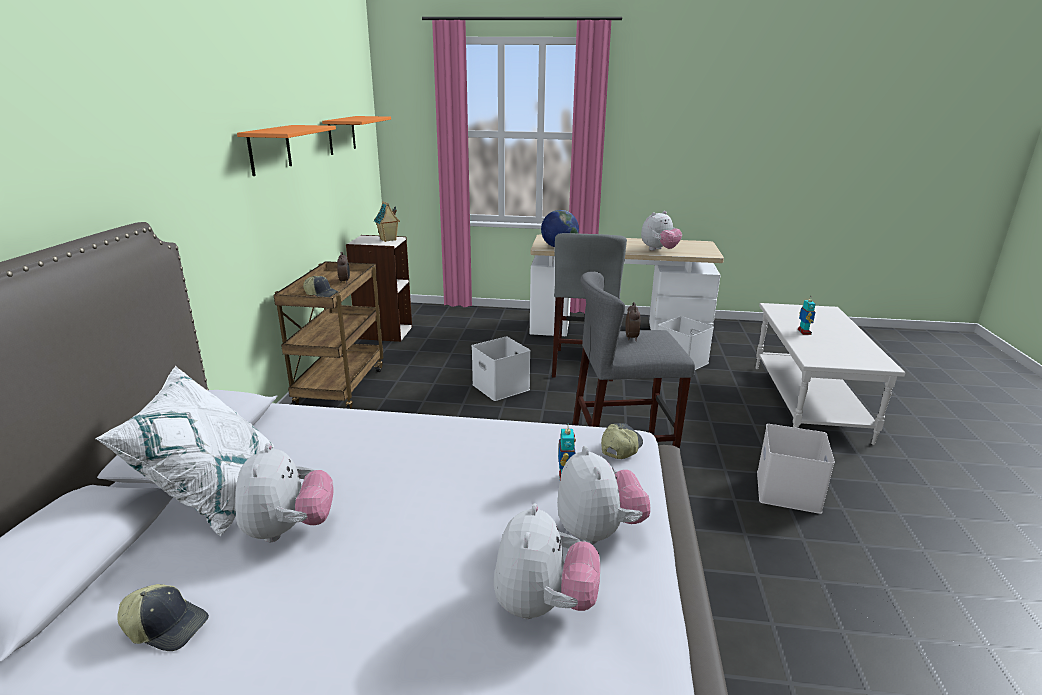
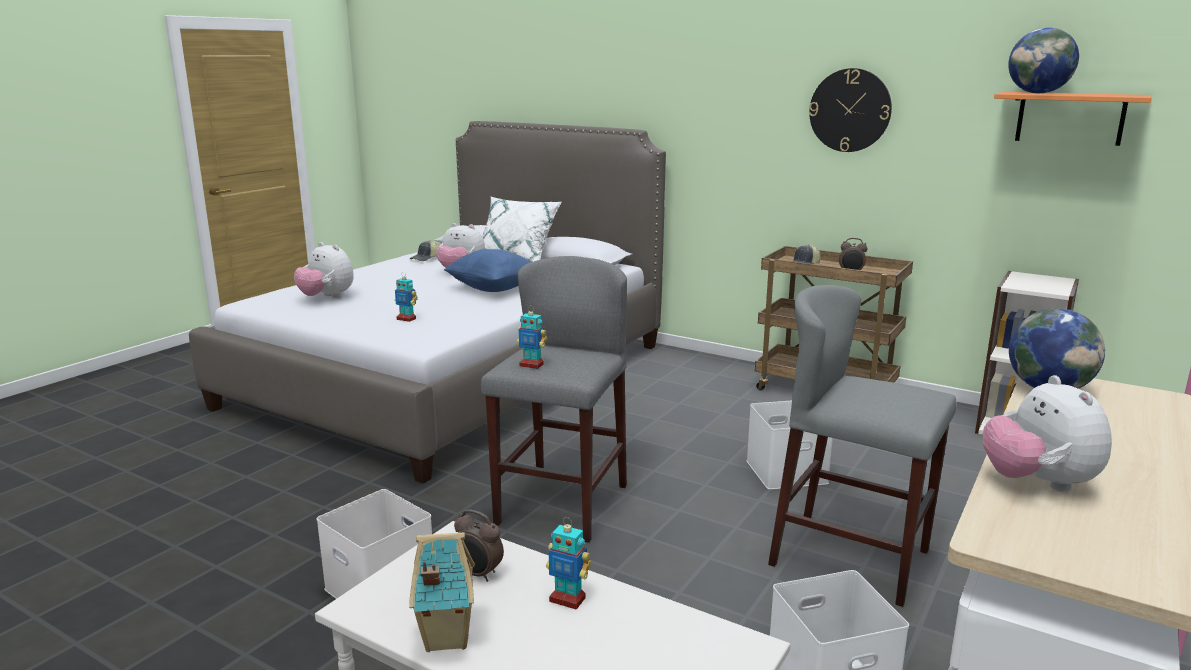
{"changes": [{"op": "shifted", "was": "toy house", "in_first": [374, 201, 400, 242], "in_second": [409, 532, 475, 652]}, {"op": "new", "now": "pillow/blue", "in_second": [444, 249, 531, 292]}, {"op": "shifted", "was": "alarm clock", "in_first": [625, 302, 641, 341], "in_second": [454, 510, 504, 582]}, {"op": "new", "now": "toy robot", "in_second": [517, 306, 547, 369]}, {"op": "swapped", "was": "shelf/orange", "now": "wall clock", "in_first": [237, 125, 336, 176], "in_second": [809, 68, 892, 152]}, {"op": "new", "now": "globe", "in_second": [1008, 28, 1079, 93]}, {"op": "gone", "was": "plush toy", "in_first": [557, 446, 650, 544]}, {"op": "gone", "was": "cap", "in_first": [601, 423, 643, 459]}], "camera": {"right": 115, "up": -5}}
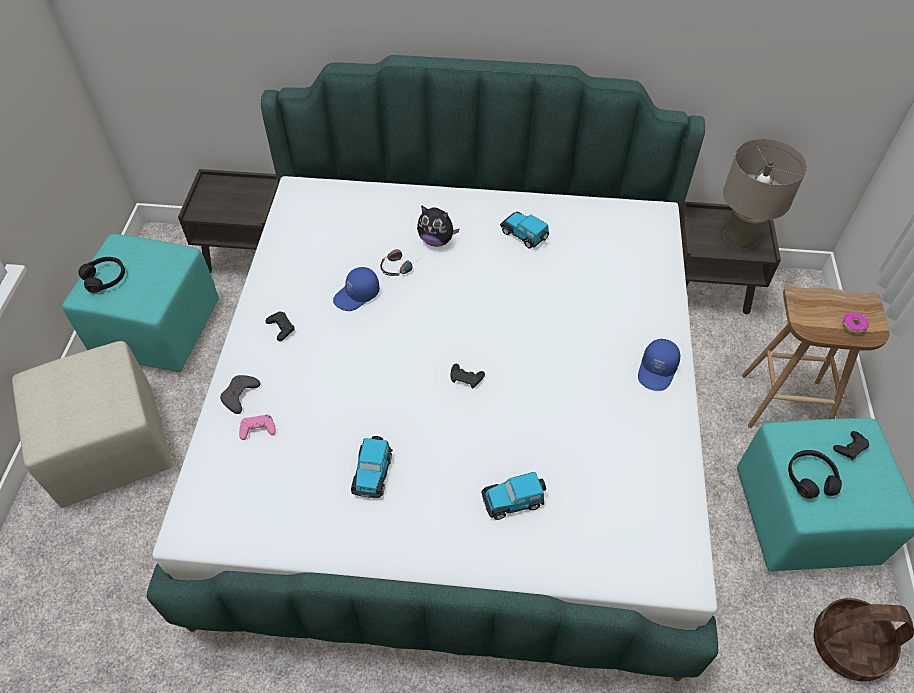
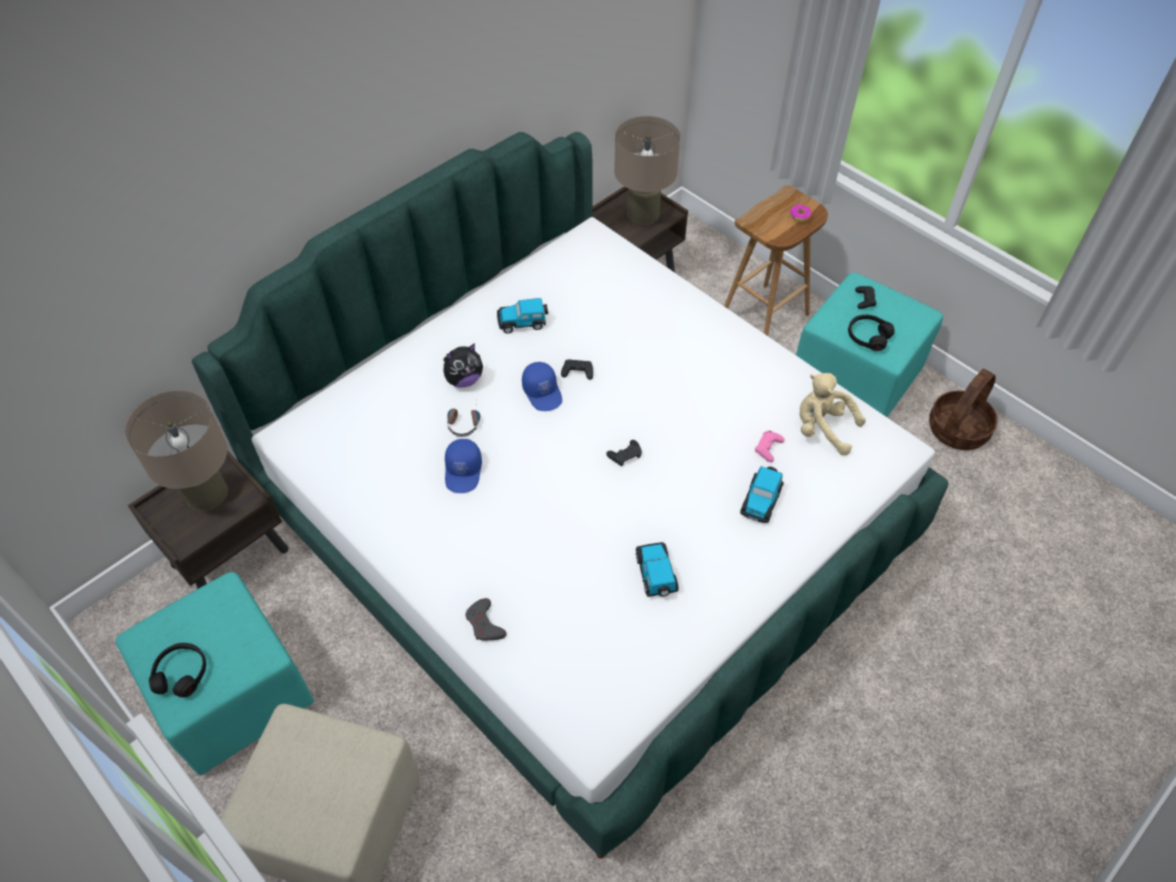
{"changes": [{"op": "new", "now": "table lamp/beige", "in_second": [125, 391, 228, 511]}, {"op": "shifted", "was": "cap/blue", "in_first": [638, 338, 680, 391], "in_second": [522, 362, 562, 411]}, {"op": "shifted", "was": "game controller/black", "in_first": [265, 312, 294, 341], "in_second": [561, 359, 593, 380]}, {"op": "rotated", "was": "toy car", "in_first": [351, 436, 393, 498], "in_second": [636, 542, 678, 597], "clockwise": -150}, {"op": "shifted", "was": "game controller/pink", "in_first": [239, 414, 276, 440], "in_second": [755, 431, 785, 462]}, {"op": "new", "now": "plush toy/beige", "in_second": [800, 373, 866, 455]}], "camera": {"right": -50, "up": 0}}
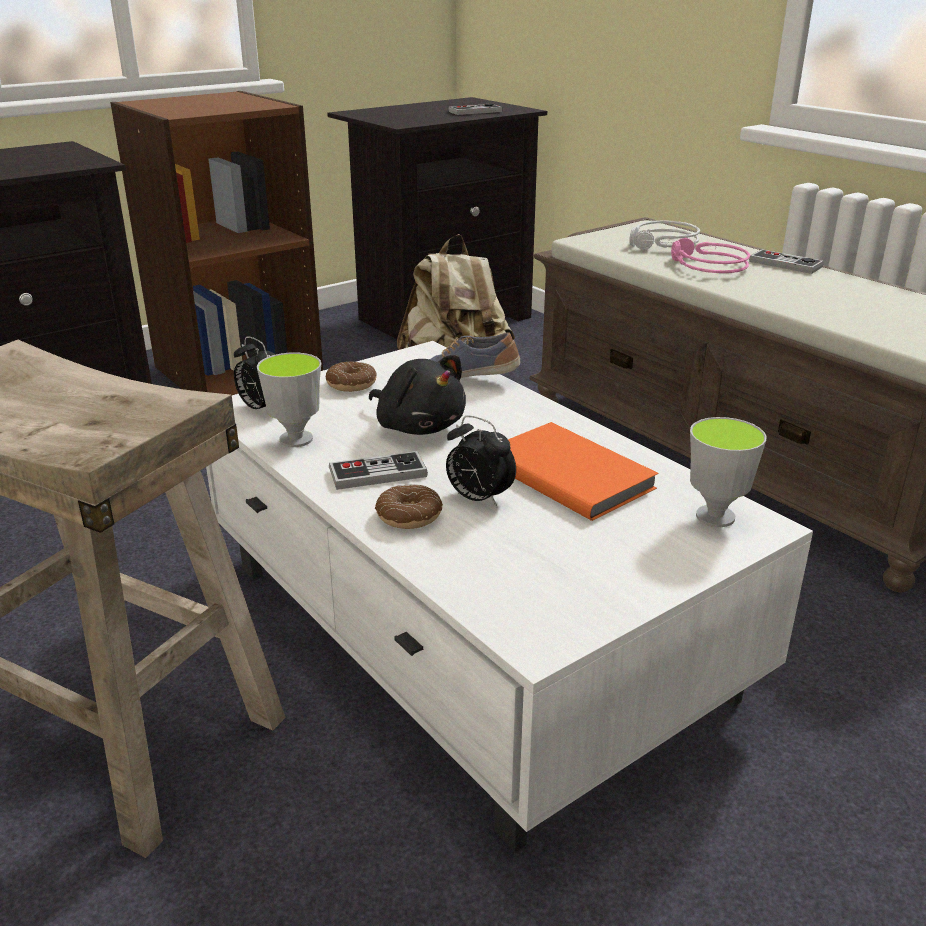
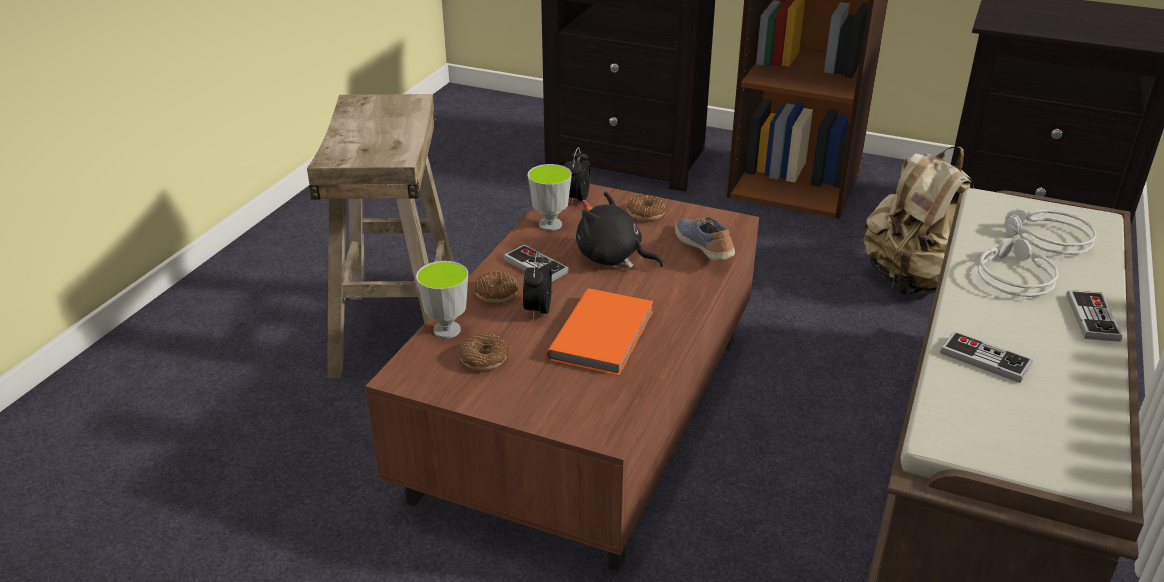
{"changes": [{"op": "repainted", "was": "coffee table/white", "now": "coffee table/brown", "in_first": [206, 341, 813, 852], "in_second": [365, 184, 759, 571]}, {"op": "shifted", "was": "cup", "in_first": [690, 417, 767, 527], "in_second": [416, 261, 468, 338]}, {"op": "new", "now": "donut", "in_second": [458, 333, 508, 371]}, {"op": "rotated", "was": "plush toy/black", "in_first": [369, 355, 466, 435], "in_second": [576, 191, 663, 268], "clockwise": 105}, {"op": "shifted", "was": "game controller", "in_first": [448, 104, 502, 115], "in_second": [940, 331, 1033, 383]}, {"op": "repainted", "was": "headphones/pink", "now": "headphones/grey", "in_first": [671, 238, 750, 273], "in_second": [973, 238, 1058, 297]}], "camera": {"right": 60, "up": 5}}
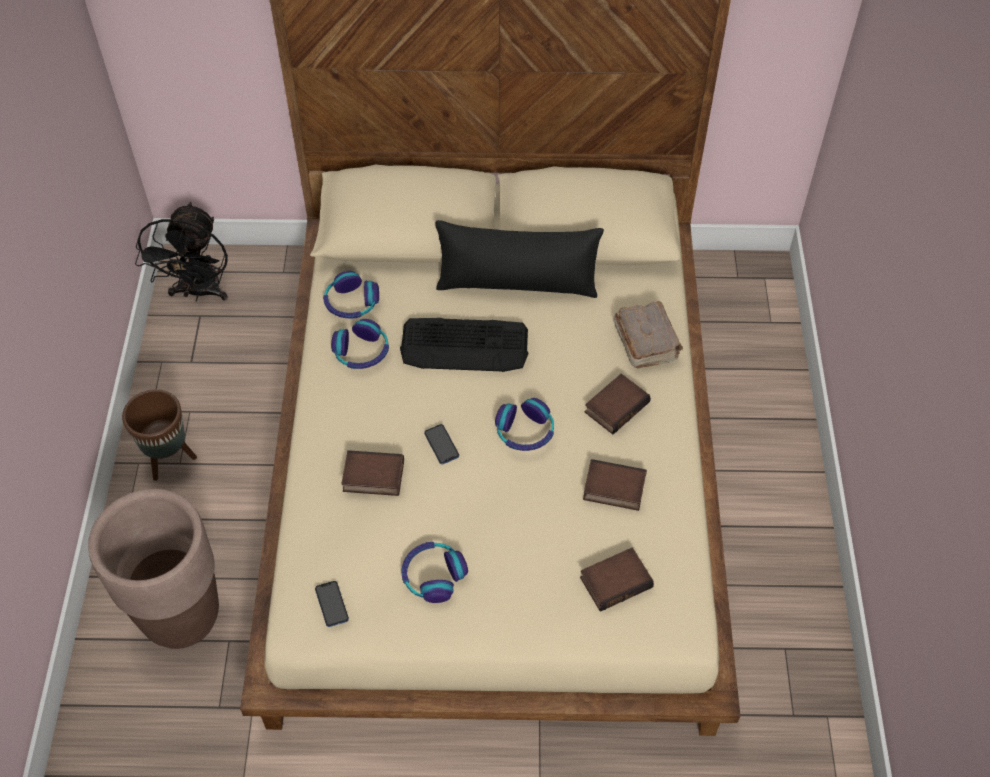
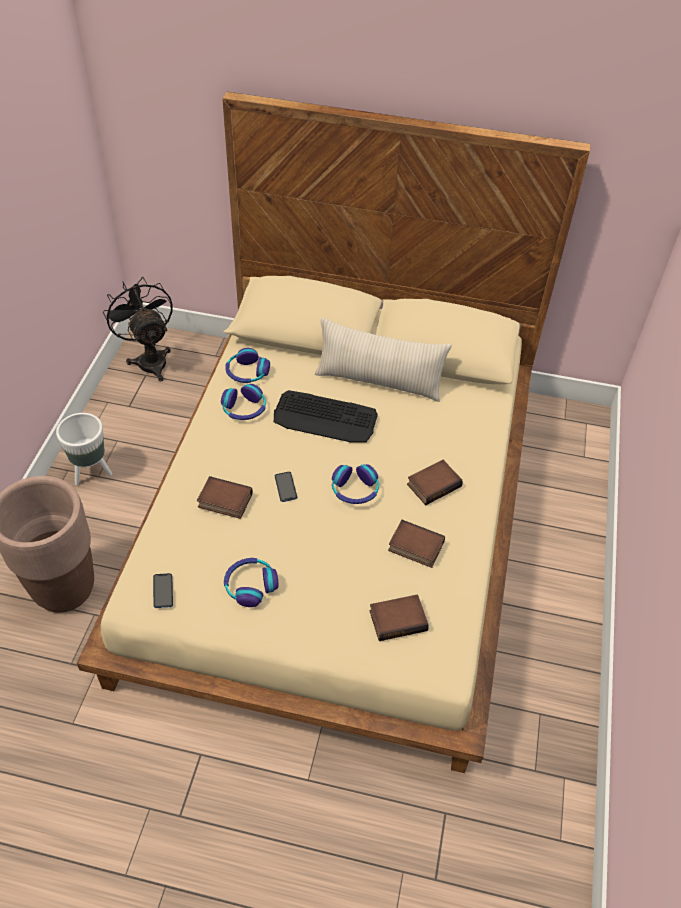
{"changes": [{"op": "repainted", "was": "planter/brown", "now": "planter/white", "in_first": [122, 389, 197, 481], "in_second": [56, 413, 112, 485]}, {"op": "rotated", "was": "fan/black", "in_first": [135, 202, 228, 302], "in_second": [103, 277, 173, 381], "clockwise": 135}, {"op": "repainted", "was": "pillow/black", "now": "pillow/beige", "in_first": [435, 220, 604, 298], "in_second": [315, 318, 452, 402]}, {"op": "gone", "was": "book/brown", "in_first": [613, 301, 683, 368]}], "camera": {"right": 10, "up": -5}}
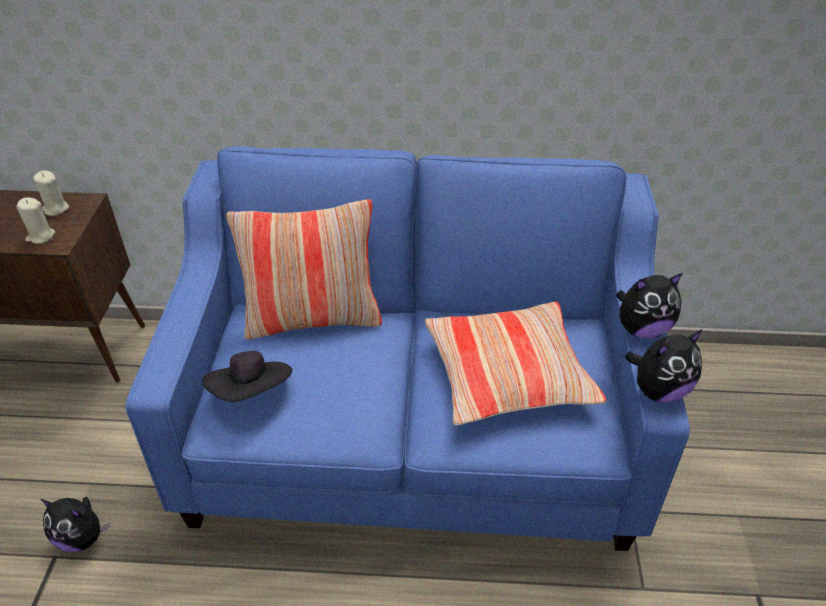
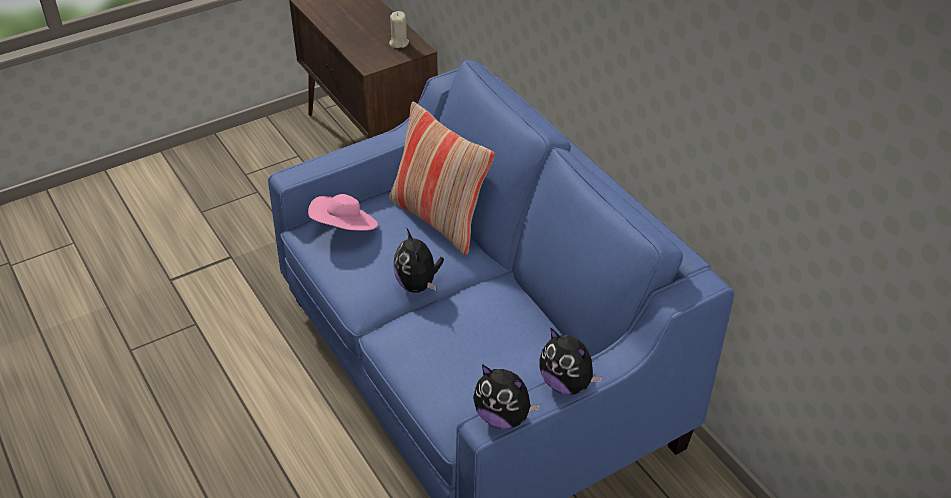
{"changes": [{"op": "repainted", "was": "hat/black", "now": "hat/pink", "in_first": [202, 351, 292, 402], "in_second": [308, 194, 378, 231]}, {"op": "shifted", "was": "plush toy", "in_first": [41, 497, 111, 552], "in_second": [393, 229, 444, 293]}, {"op": "gone", "was": "candle/beige", "in_first": [16, 197, 55, 244]}, {"op": "gone", "was": "pillow", "in_first": [425, 301, 606, 425]}], "camera": {"right": 55, "up": 0}}
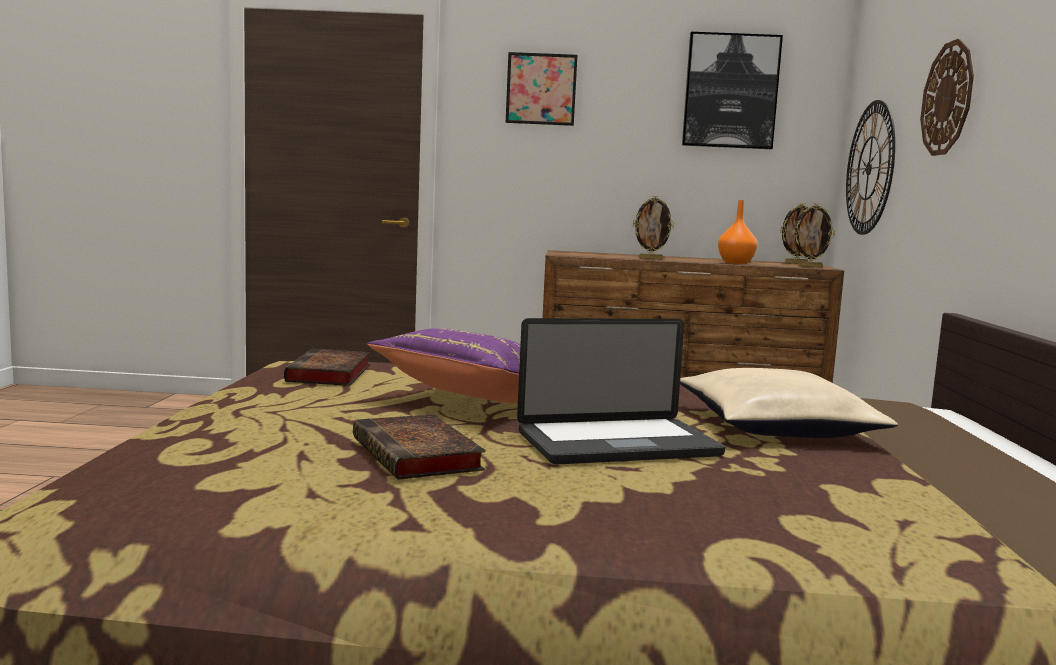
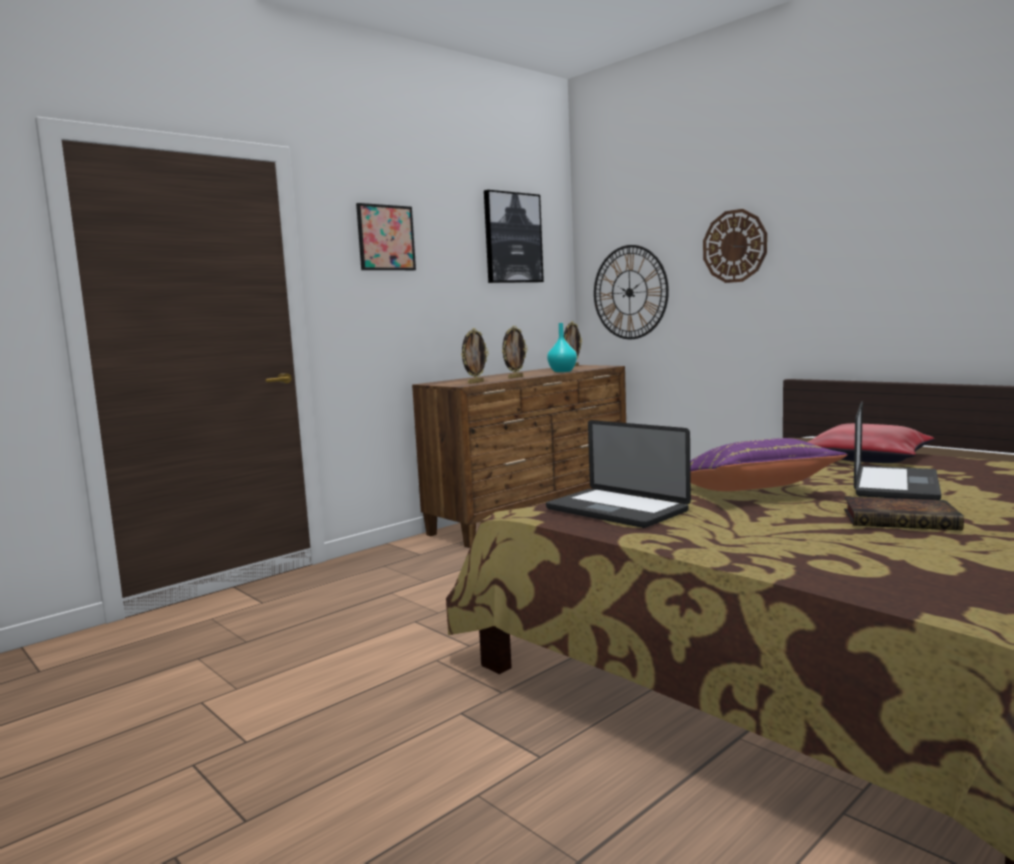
{"changes": [{"op": "shifted", "was": "picture frame", "in_first": [793, 203, 835, 268], "in_second": [461, 328, 489, 384]}, {"op": "swapped", "was": "book", "now": "laptop", "in_first": [284, 349, 370, 386], "in_second": [546, 420, 691, 528]}, {"op": "repainted", "was": "vase/orange", "now": "vase/turquoise", "in_first": [718, 200, 757, 264], "in_second": [547, 323, 577, 372]}, {"op": "repainted", "was": "pillow/beige", "now": "pillow/red", "in_first": [680, 368, 898, 438], "in_second": [808, 423, 935, 463]}], "camera": {"right": -45, "up": 0}}
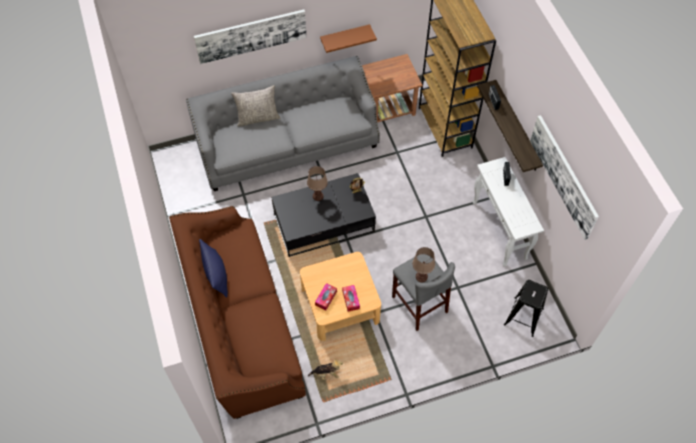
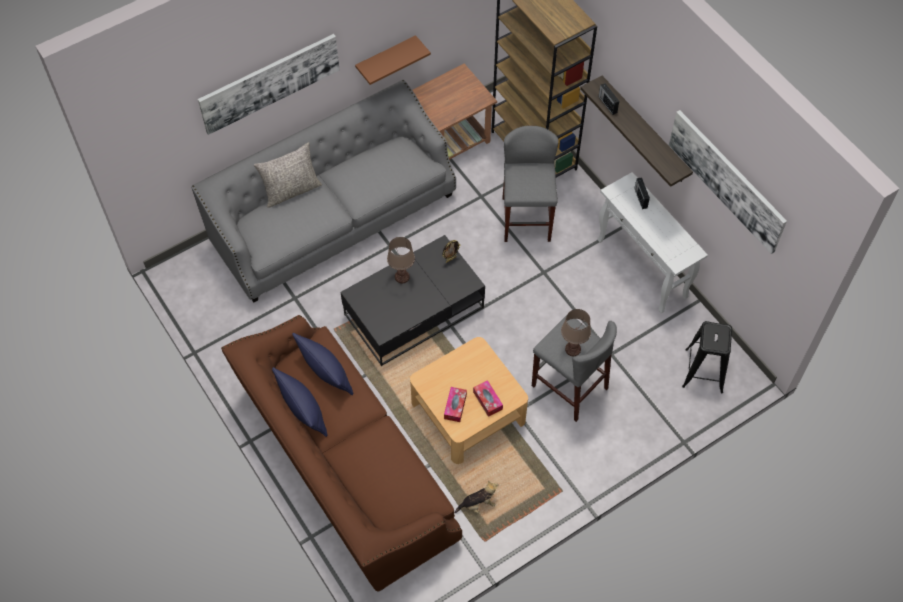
{"changes": [{"op": "new", "now": "pillow/blue", "in_second": [292, 333, 354, 395]}, {"op": "new", "now": "stool/grey", "in_second": [502, 126, 559, 242]}], "camera": {"right": -15, "up": 0}}
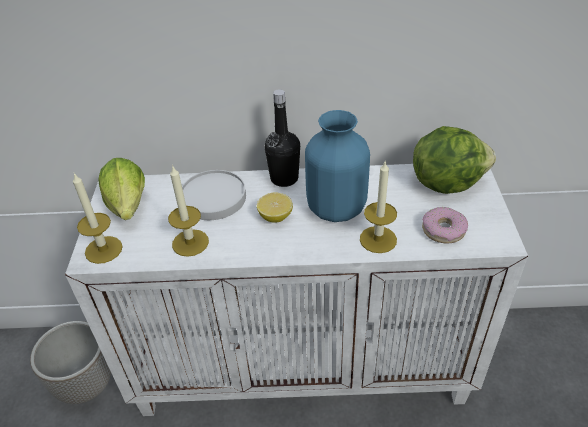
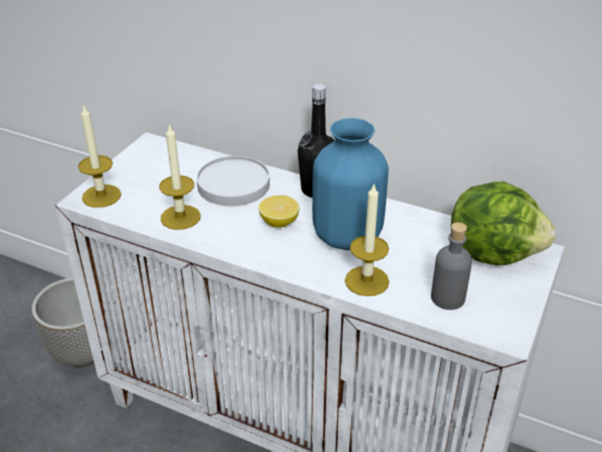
{"changes": [{"op": "swapped", "was": "donut", "now": "bottle/grey", "in_first": [422, 207, 468, 244], "in_second": [431, 222, 472, 310]}, {"op": "gone", "was": "lettuce", "in_first": [98, 158, 145, 220]}], "camera": {"right": 25, "up": -5}}
